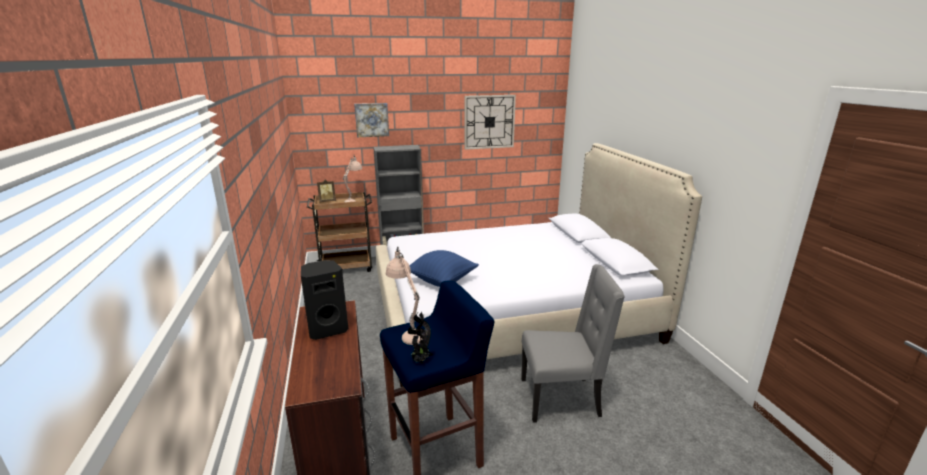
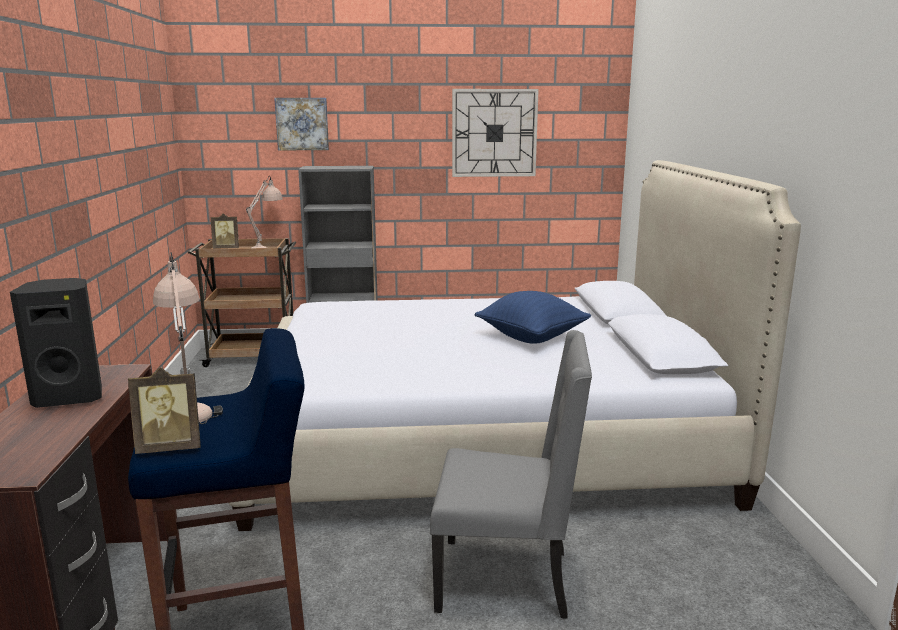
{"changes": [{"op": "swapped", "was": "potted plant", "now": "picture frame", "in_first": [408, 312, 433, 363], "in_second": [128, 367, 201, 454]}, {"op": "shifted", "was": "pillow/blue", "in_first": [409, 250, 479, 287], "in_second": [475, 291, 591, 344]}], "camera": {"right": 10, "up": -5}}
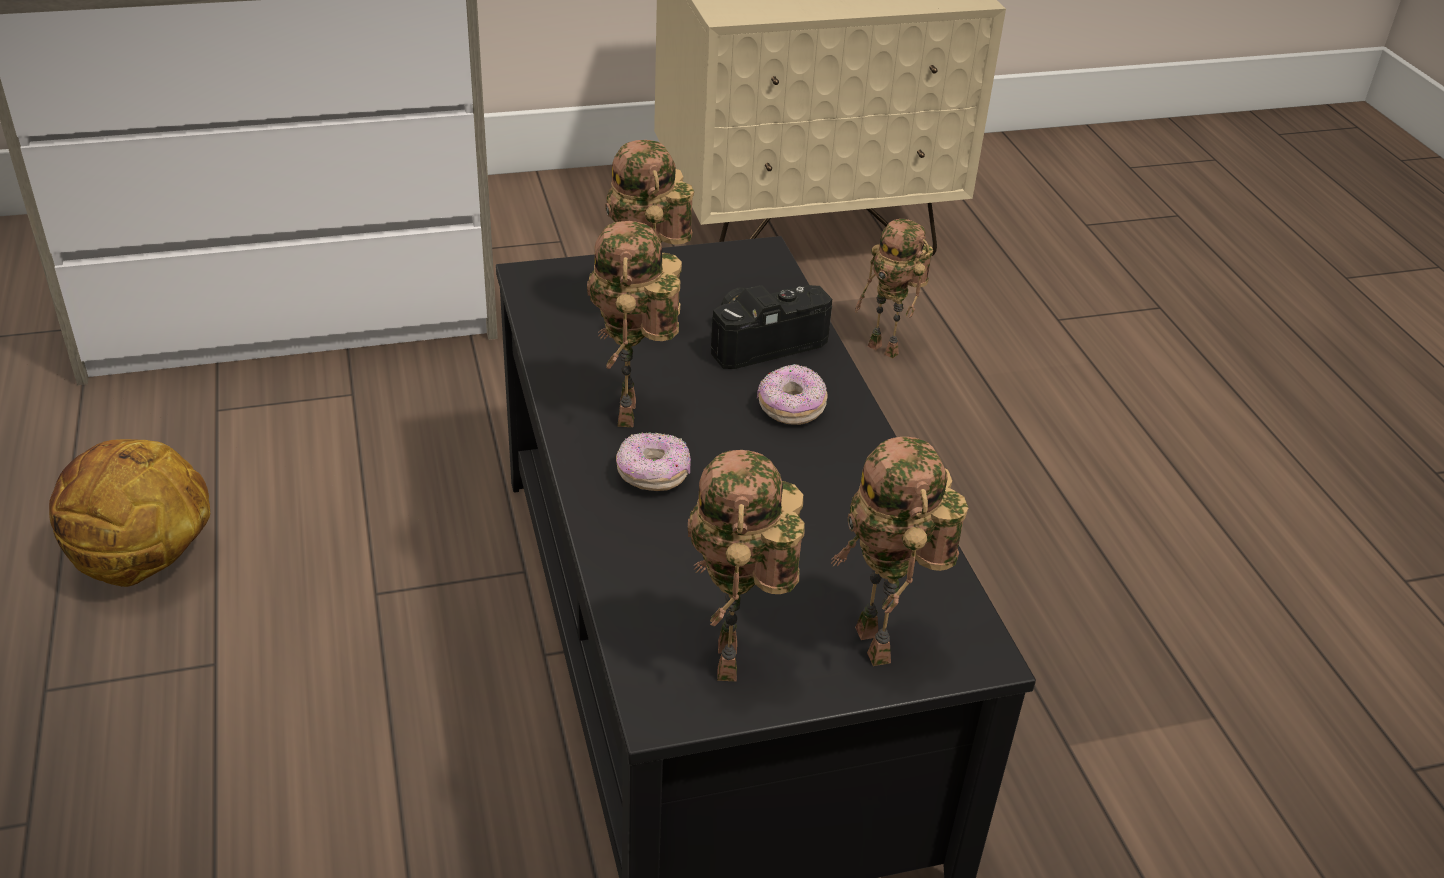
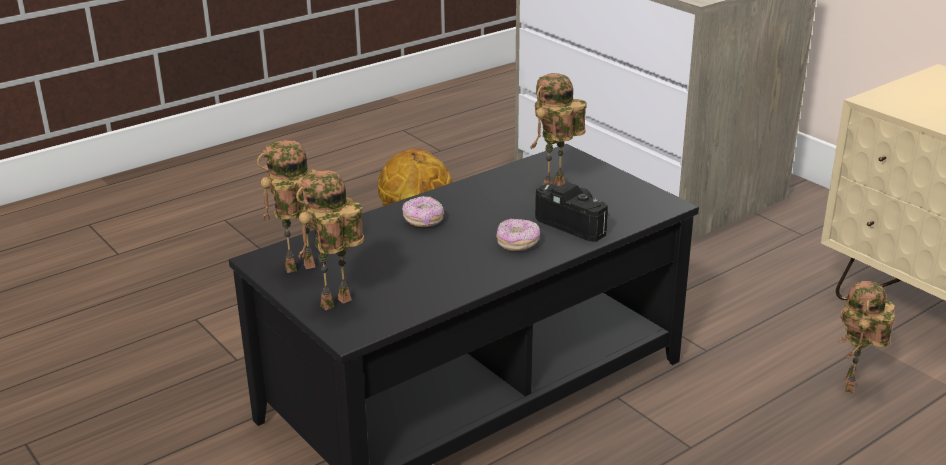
{"changes": [{"op": "gone", "was": "toy robot", "in_first": [587, 221, 682, 427]}], "camera": {"right": 70, "up": -10}}
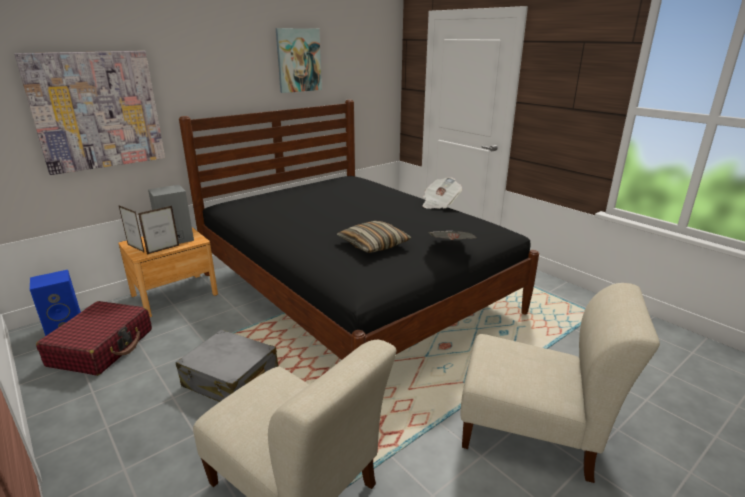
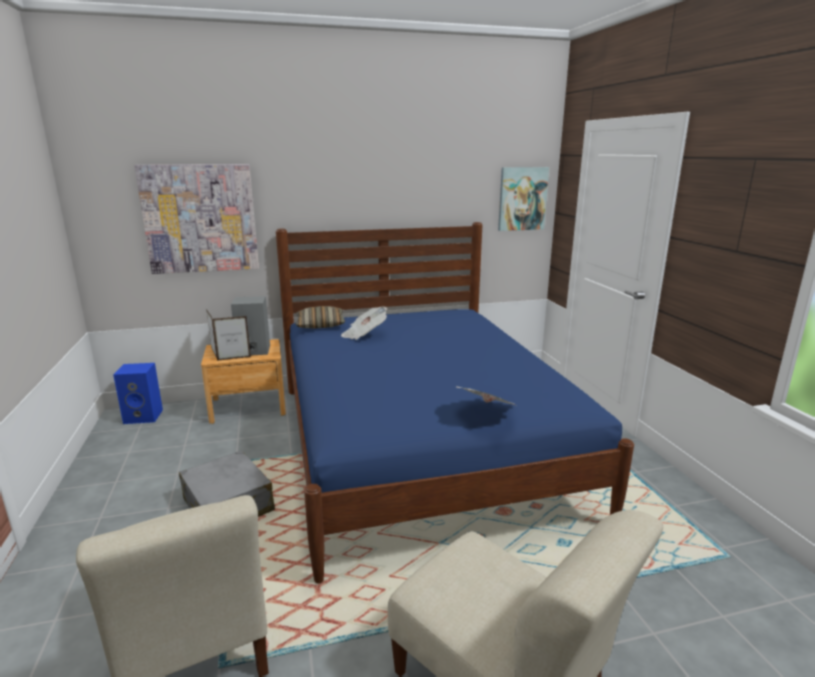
{"changes": [{"op": "repainted", "was": "bed/black", "now": "bed/blue", "in_first": [179, 100, 539, 360], "in_second": [276, 222, 634, 584]}, {"op": "shifted", "was": "pillow", "in_first": [337, 221, 412, 253], "in_second": [296, 306, 345, 329]}, {"op": "shifted", "was": "newspaper", "in_first": [423, 177, 462, 209], "in_second": [341, 307, 387, 340]}, {"op": "shifted", "was": "picture", "in_first": [276, 28, 322, 93], "in_second": [498, 167, 549, 231]}, {"op": "gone", "was": "suitcase/red", "in_first": [36, 301, 152, 376]}], "camera": {"right": 25, "up": -5}}
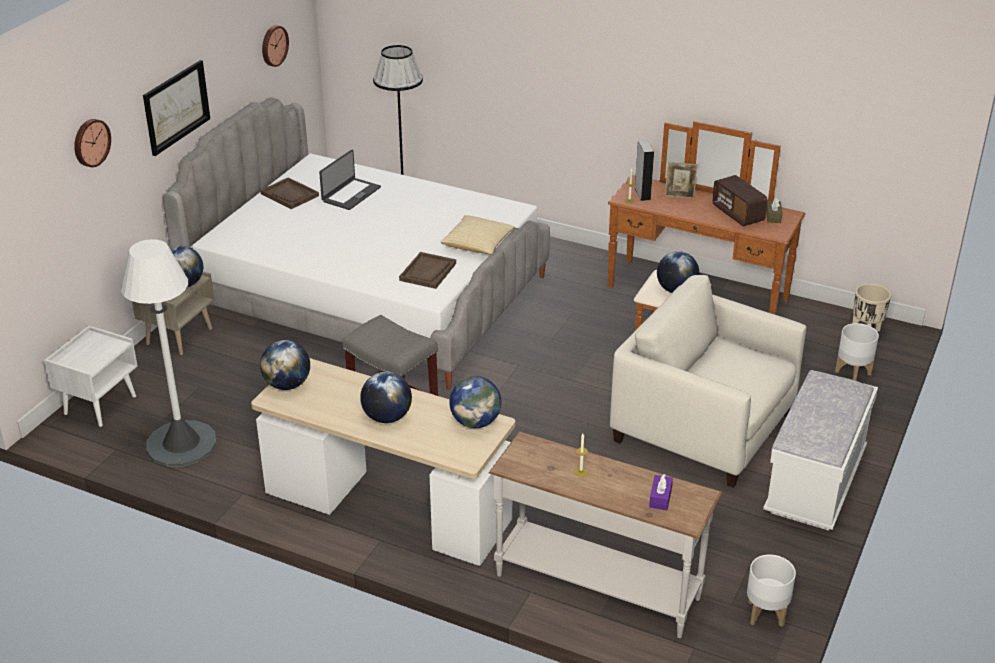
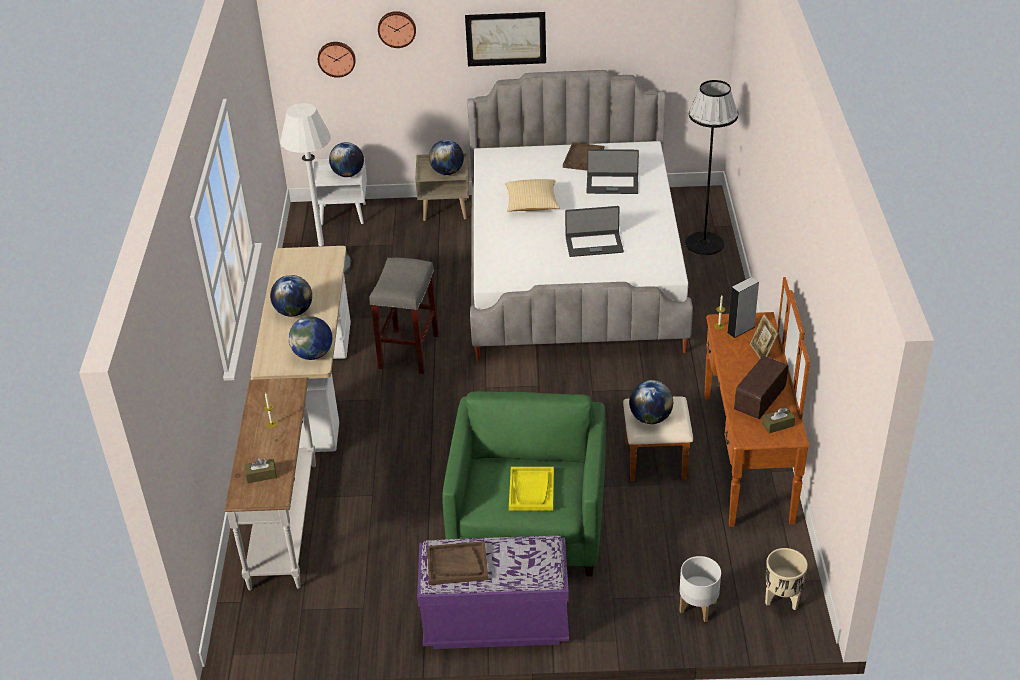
{"changes": [{"op": "repainted", "was": "tissue box/purple", "now": "tissue box/brown", "in_first": [649, 474, 673, 510], "in_second": [244, 458, 277, 483]}, {"op": "shifted", "was": "wall clock", "in_first": [262, 25, 289, 67], "in_second": [318, 42, 356, 78]}, {"op": "shifted", "was": "globe", "in_first": [260, 340, 310, 390], "in_second": [329, 142, 364, 177]}, {"op": "repainted", "was": "bench/white", "now": "bench/purple", "in_first": [763, 370, 878, 531], "in_second": [417, 536, 569, 649]}, {"op": "shifted", "was": "tray/brown", "in_first": [399, 252, 456, 289], "in_second": [427, 541, 488, 585]}, {"op": "repainted", "was": "armchair/beige", "now": "armchair/green", "in_first": [610, 275, 806, 488], "in_second": [442, 391, 606, 576]}, {"op": "shifted", "was": "pillow", "in_first": [441, 215, 515, 255], "in_second": [506, 179, 560, 212]}, {"op": "new", "now": "tray/yellow", "in_second": [509, 467, 554, 511]}, {"op": "new", "now": "laptop", "in_second": [565, 206, 624, 257]}, {"op": "gone", "was": "planter/white", "in_first": [747, 555, 796, 627]}], "camera": {"right": 65, "up": 5}}
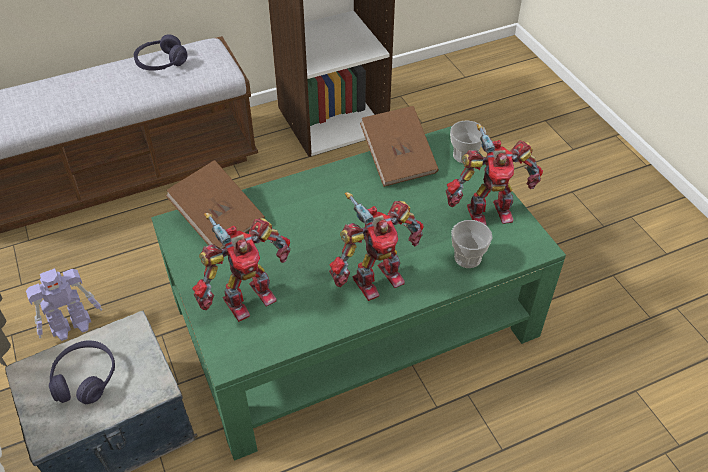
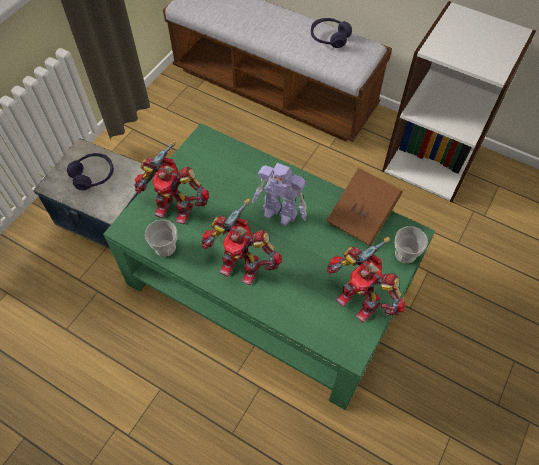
{"changes": [{"op": "shifted", "was": "cup", "in_first": [451, 220, 493, 268], "in_second": [145, 220, 177, 257]}, {"op": "shifted", "was": "toy robot", "in_first": [26, 268, 102, 341], "in_second": [252, 163, 307, 225]}, {"op": "gone", "was": "book/brown", "in_first": [165, 160, 265, 249]}], "camera": {"right": 55, "up": 10}}
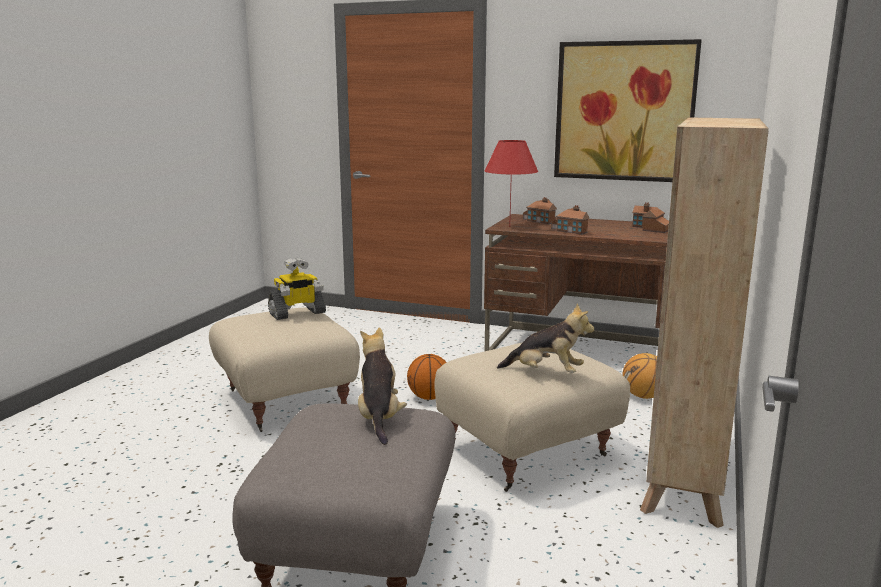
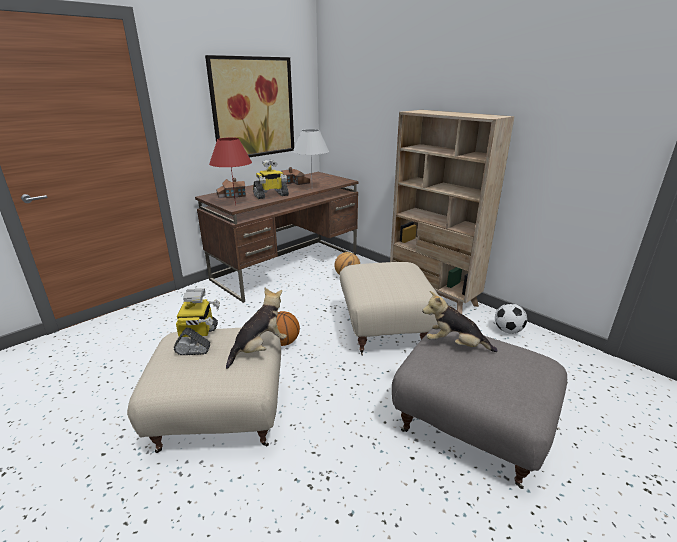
{"changes": [{"op": "shifted", "was": "plush toy", "in_first": [497, 304, 594, 373], "in_second": [226, 288, 287, 369]}, {"op": "swapped", "was": "toy house", "now": "toy robot", "in_first": [551, 205, 590, 235], "in_second": [253, 160, 289, 199]}, {"op": "new", "now": "table lamp/white", "in_second": [293, 129, 329, 176]}, {"op": "new", "now": "football", "in_second": [495, 303, 527, 334]}], "camera": {"right": -65, "up": 10}}
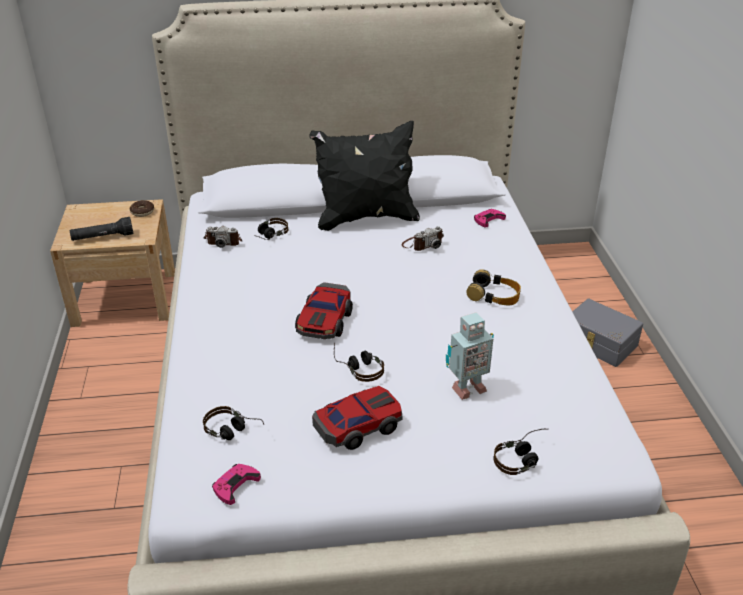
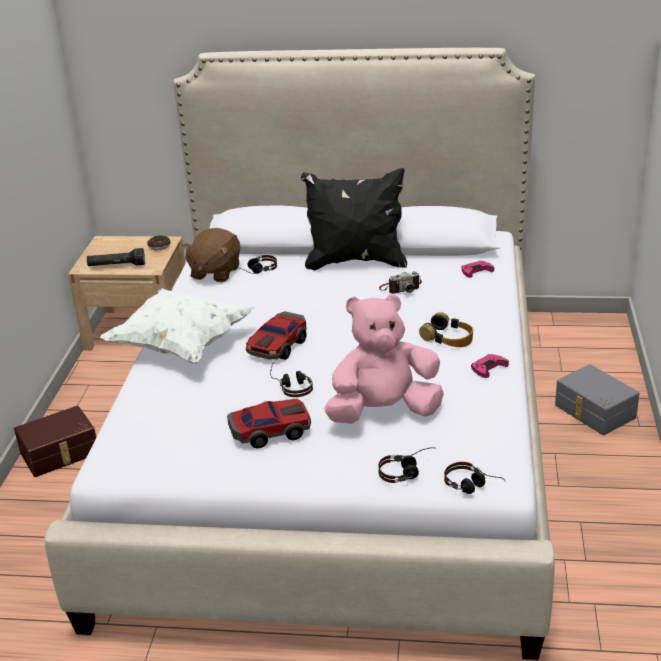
{"changes": [{"op": "new", "now": "storage box/brown", "in_second": [14, 406, 96, 477]}, {"op": "new", "now": "pillow/white", "in_second": [100, 288, 255, 364]}, {"op": "swapped", "was": "photo camera", "now": "plush toy/brown", "in_first": [203, 226, 243, 248], "in_second": [182, 228, 240, 282]}, {"op": "swapped", "was": "toy robot", "now": "plush toy/pink", "in_first": [446, 312, 494, 400], "in_second": [324, 294, 444, 424]}, {"op": "shifted", "was": "headphones", "in_first": [203, 406, 264, 440], "in_second": [444, 462, 506, 494]}, {"op": "shifted", "was": "game controller/pink", "in_first": [212, 464, 261, 505], "in_second": [471, 354, 509, 378]}], "camera": {"right": 15, "up": -5}}
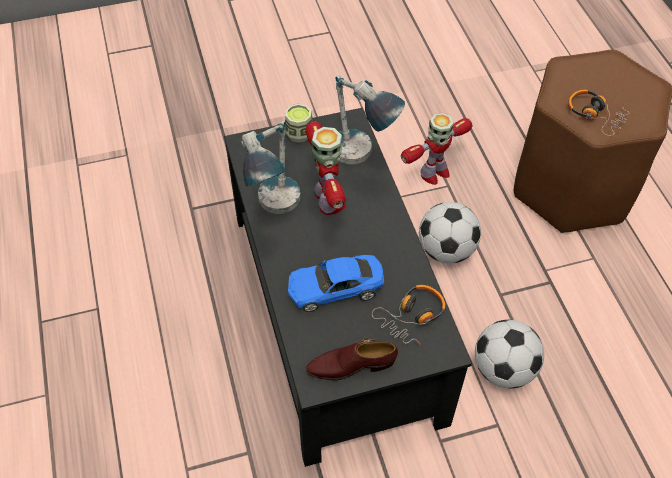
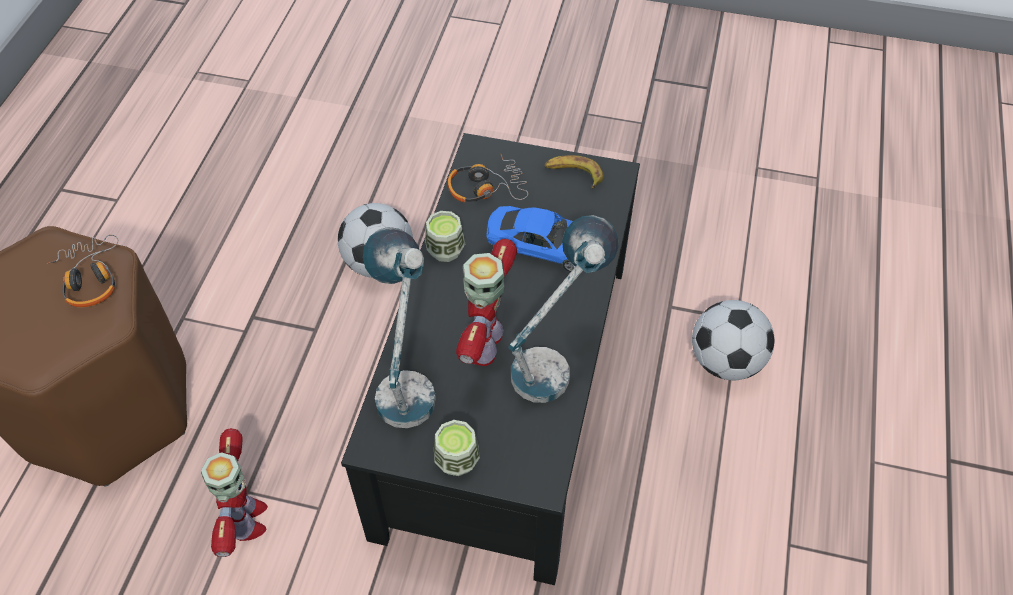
{"changes": [{"op": "rotated", "was": "toy robot", "in_first": [401, 113, 472, 185], "in_second": [201, 428, 268, 557], "clockwise": 90}, {"op": "new", "now": "cup", "in_second": [425, 211, 465, 262]}, {"op": "swapped", "was": "shoe/brown", "now": "banana", "in_first": [306, 339, 398, 381], "in_second": [544, 155, 604, 189]}, {"op": "shifted", "was": "football", "in_first": [419, 202, 481, 263], "in_second": [692, 300, 774, 380]}], "camera": {"right": -150, "up": 0}}
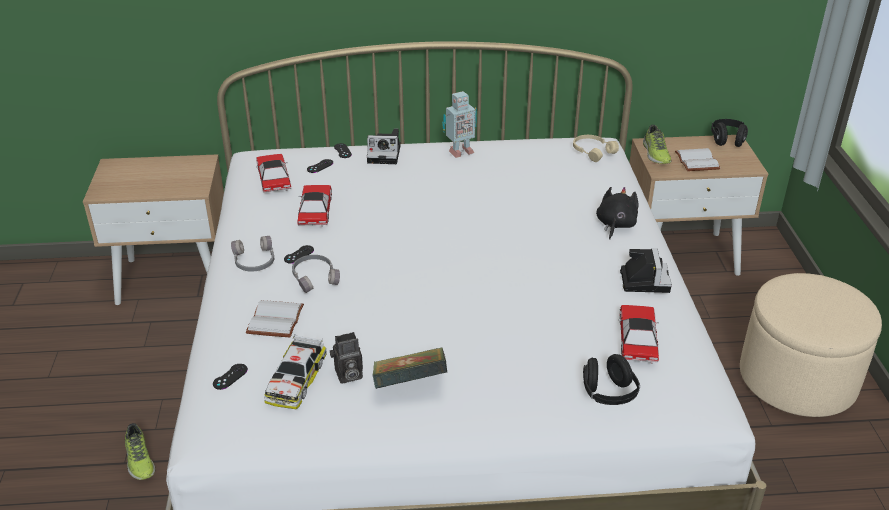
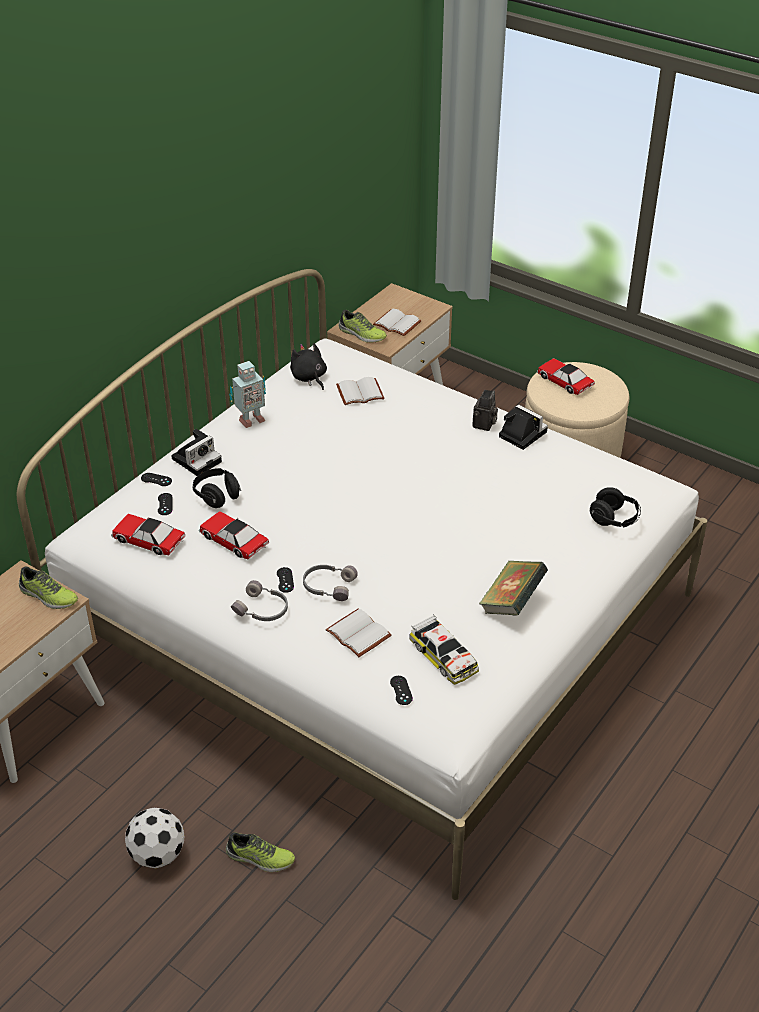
{"changes": [{"op": "new", "now": "shoe", "in_second": [19, 567, 78, 609]}, {"op": "new", "now": "football", "in_second": [125, 808, 184, 868]}, {"op": "shifted", "was": "headphones/black", "in_first": [711, 119, 748, 147], "in_second": [193, 468, 241, 508]}, {"op": "rotated", "was": "toy robot", "in_first": [442, 91, 477, 158], "in_second": [229, 361, 266, 428], "clockwise": 45}, {"op": "shifted", "was": "plush toy/black", "in_first": [596, 187, 638, 240], "in_second": [290, 343, 327, 390]}, {"op": "new", "now": "book/white", "in_second": [336, 377, 385, 405]}, {"op": "shifted", "was": "photo camera", "in_first": [330, 332, 363, 383], "in_second": [472, 390, 498, 431]}, {"op": "shifted", "was": "toy car", "in_first": [619, 305, 659, 364], "in_second": [537, 358, 595, 395]}, {"op": "gone", "was": "headphones/beige", "in_first": [573, 135, 619, 162]}], "camera": {"right": -50, "up": 5}}
